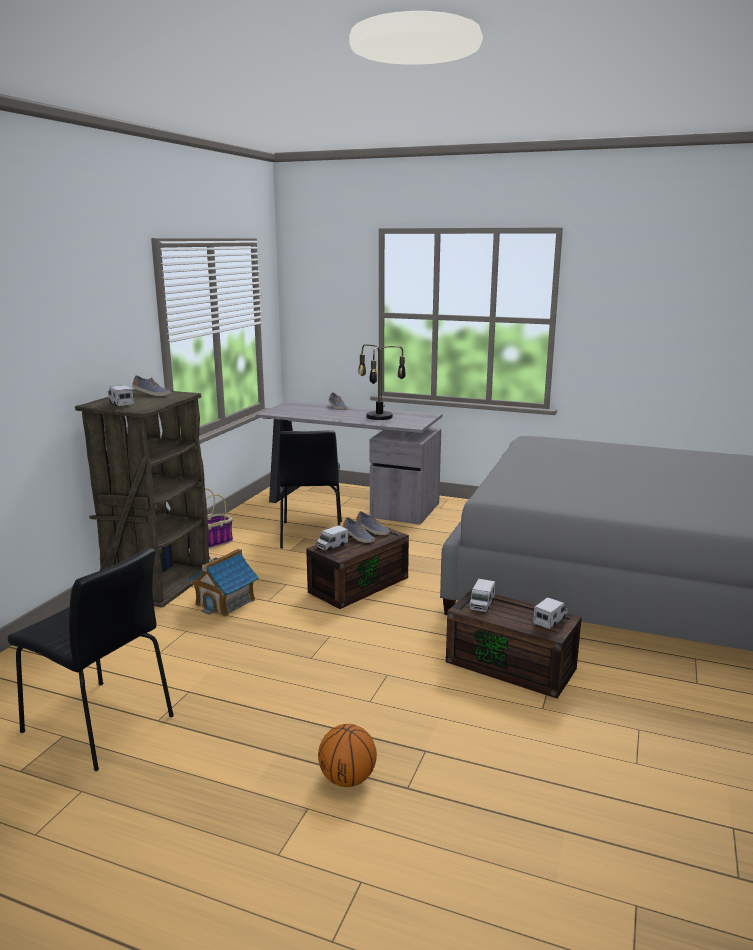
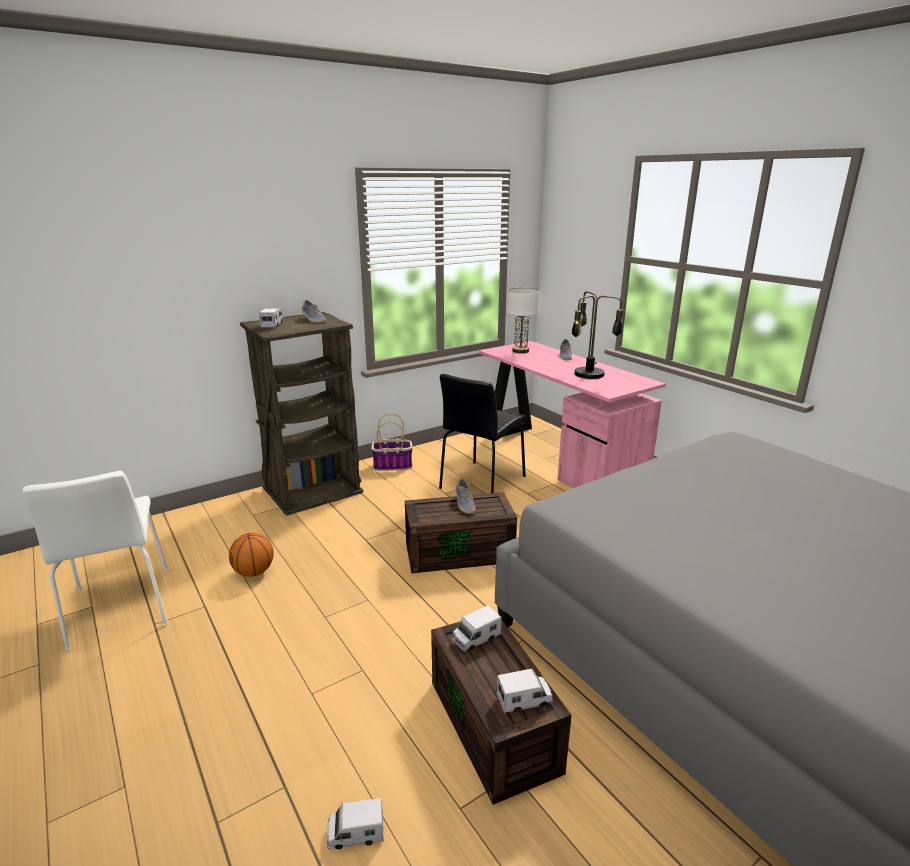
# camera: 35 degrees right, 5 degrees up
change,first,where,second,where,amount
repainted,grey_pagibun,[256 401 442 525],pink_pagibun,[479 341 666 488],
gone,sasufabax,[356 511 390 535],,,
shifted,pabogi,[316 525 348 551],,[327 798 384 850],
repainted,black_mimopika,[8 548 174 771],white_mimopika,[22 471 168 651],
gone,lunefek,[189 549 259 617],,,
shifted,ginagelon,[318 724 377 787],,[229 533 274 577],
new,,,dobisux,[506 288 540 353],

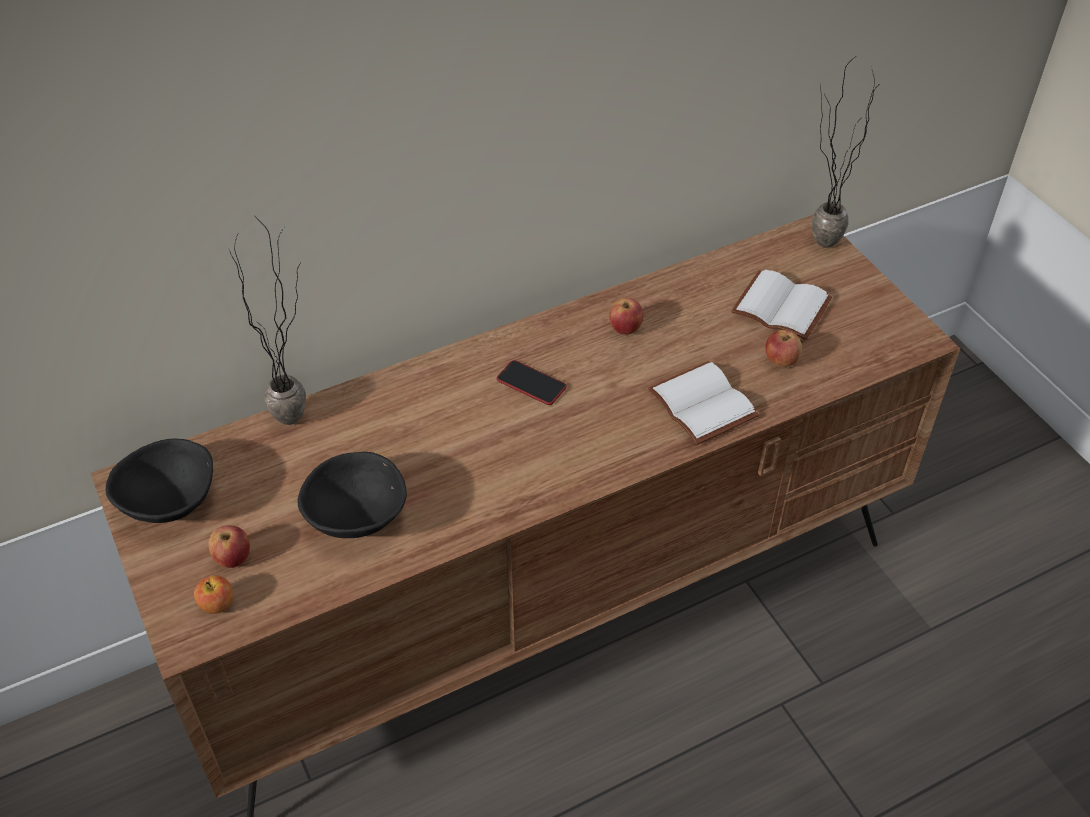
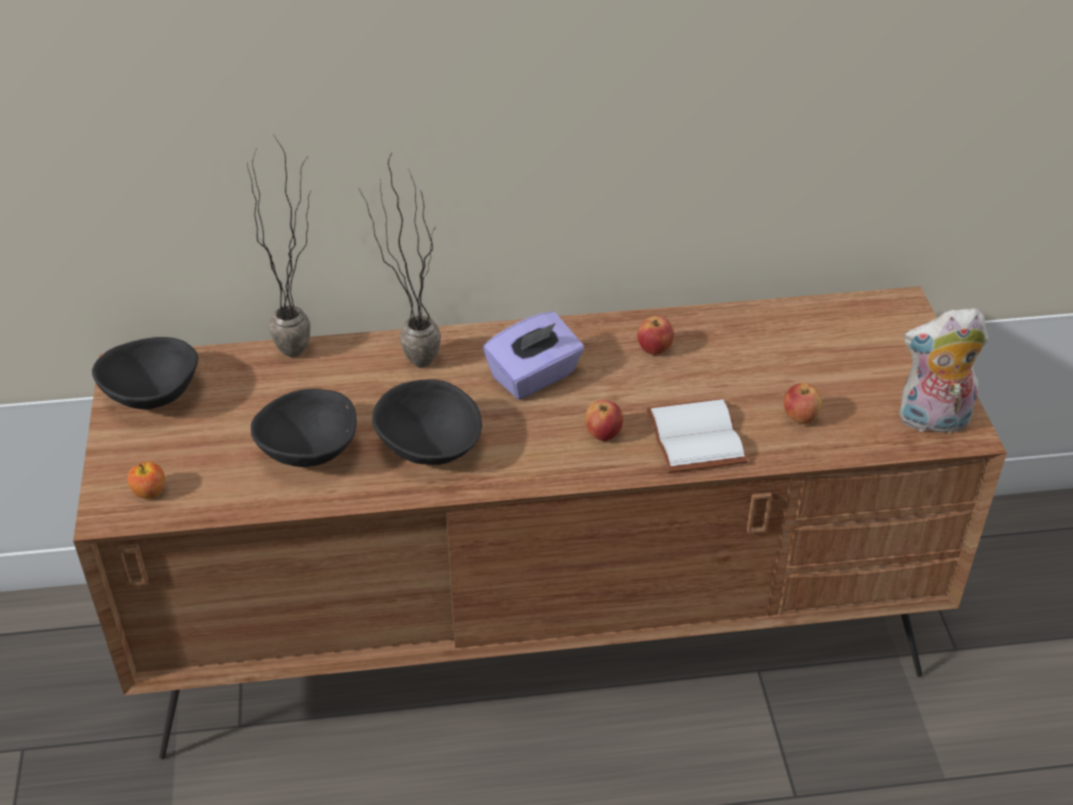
# camera: 20 degrees right, 5 degrees down
change,first,where,second,where,amount
shifted,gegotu,[812 57 880 248],,[359 153 441 367],
gone,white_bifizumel,[731 270 832 340],,,
swapped,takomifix,[497 360 567 405],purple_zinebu,[483 312 584 400],
shifted,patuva,[208 525 250 568],,[585 399 623 441],
new,,,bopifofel,[899 308 988 433],
new,,,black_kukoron,[372 380 482 465],

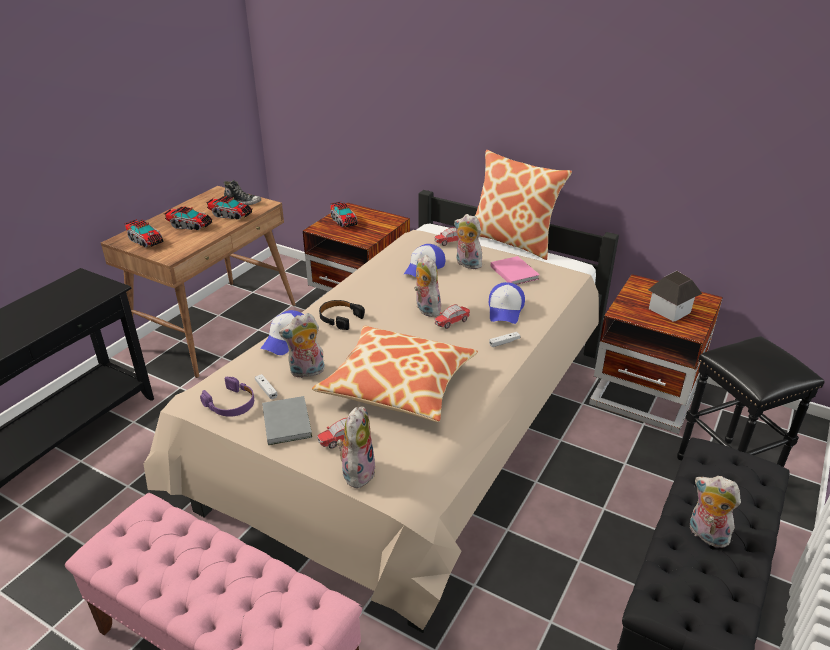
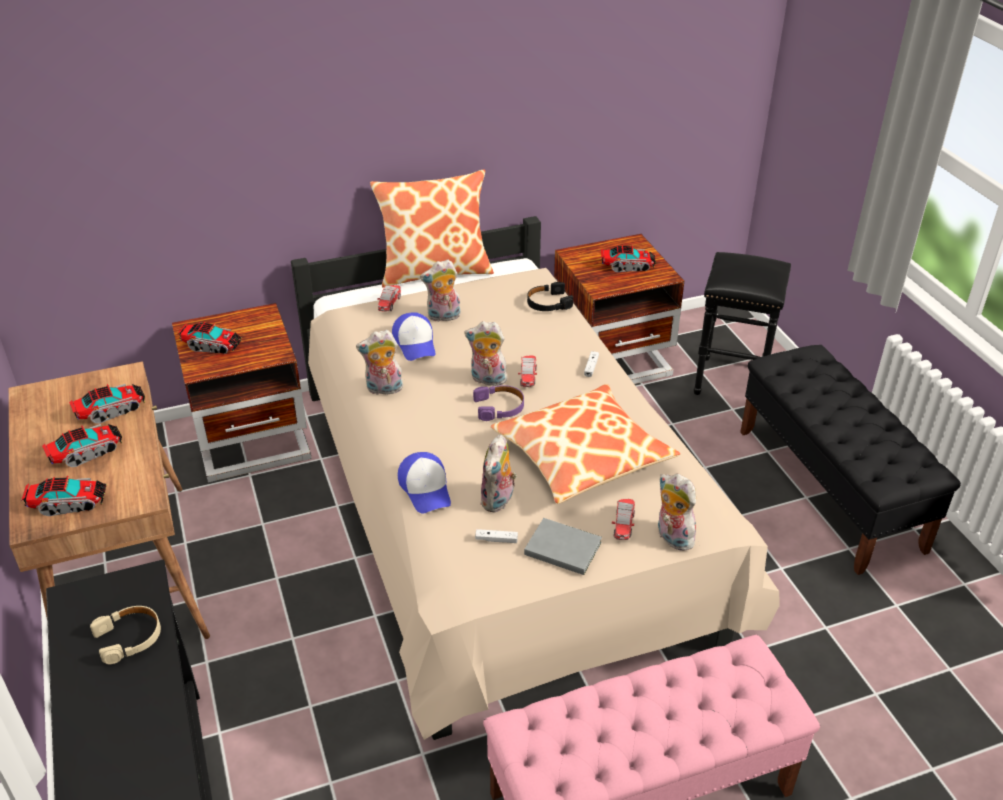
# camera: 50 degrees left, 5 degrees up
change,first,where,second,where,amount
gone,sasufabax,[223 180 261 205],,,
gone,pink_bifizumel,[491 256 540 285],,,
swapped,lunefek,[648 271 702 322],pabogi,[601 245 656 272],
gone,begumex,[489 282 525 324],,,
shifted,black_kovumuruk,[319 300 365 330],,[527 282 573 311],
shifted,purple_kovumuruk,[200 377 254 417],,[473 385 524 421],
shifted,bopifofel,[690 476 741 548],,[356 330 403 395],
new,,,beige_kovumuruk,[90 606 161 664],

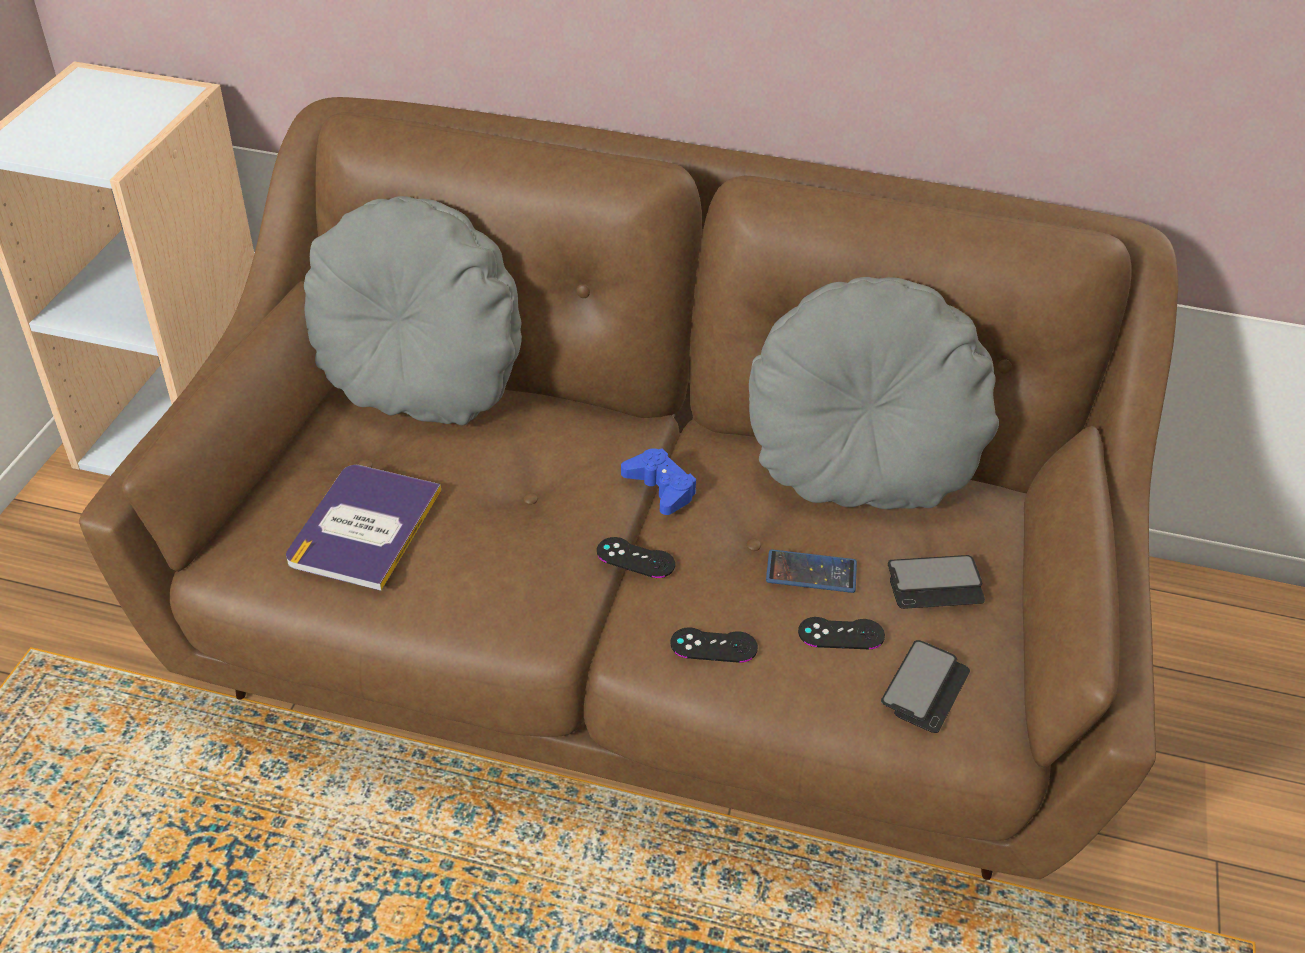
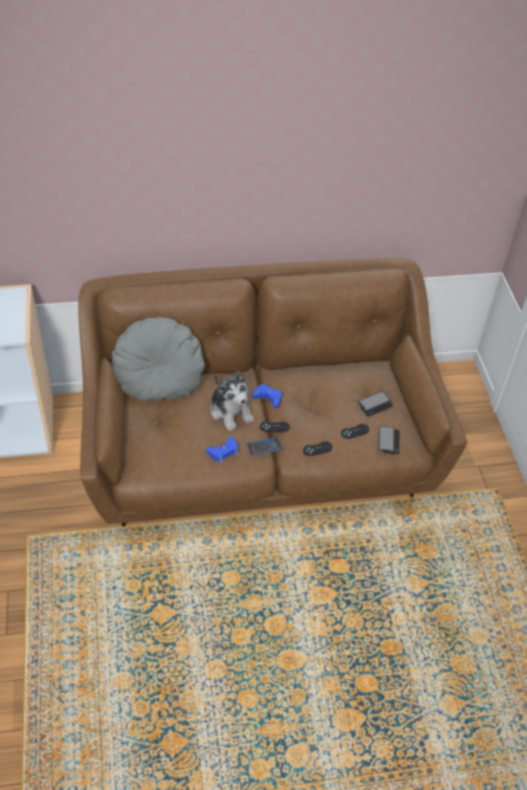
# camera: 25 degrees left, 5 degrees up
change,first,where,second,where,amount
gone,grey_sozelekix,[749 277 999 509],,,
gone,bifizumel,[286 465 441 591],,,
shifted,takomifix,[766 549 857 593],,[247 437 282 456],
new,,,bopifofel,[210 371 254 431],
new,,,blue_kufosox,[207 436 238 463],

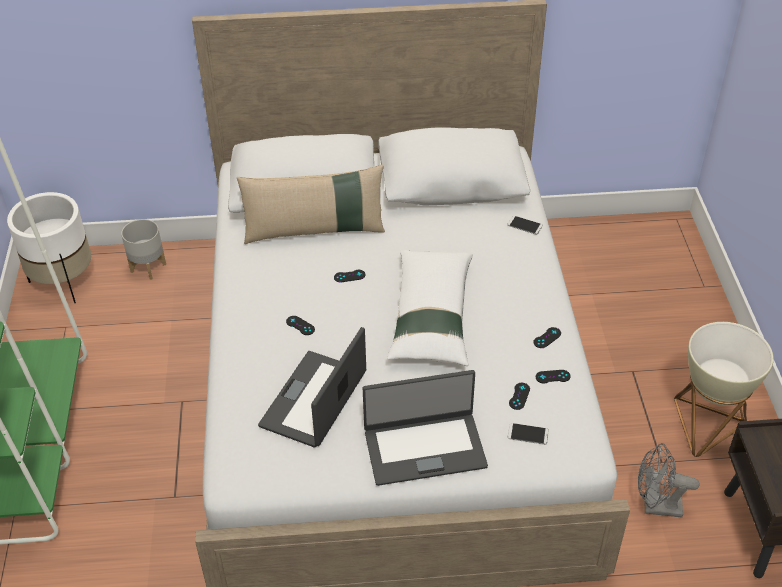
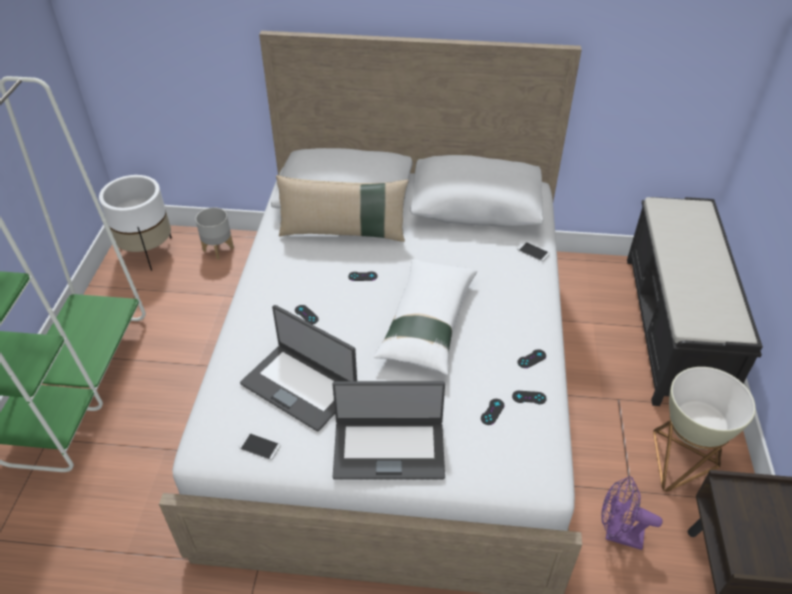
# camera: 10 degrees right, 0 degrees up
change,first,where,second,where,amount
rotated,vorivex,[258 327 366 448],,[240 305 357 432],90 degrees counterclockwise
shifted,takomifix,[508 423 549 445],,[239 433 281 460],
repainted,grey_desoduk,[638 443 700 518],purple_desoduk,[602 476 663 550],
new,,,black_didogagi,[627 197 763 406],

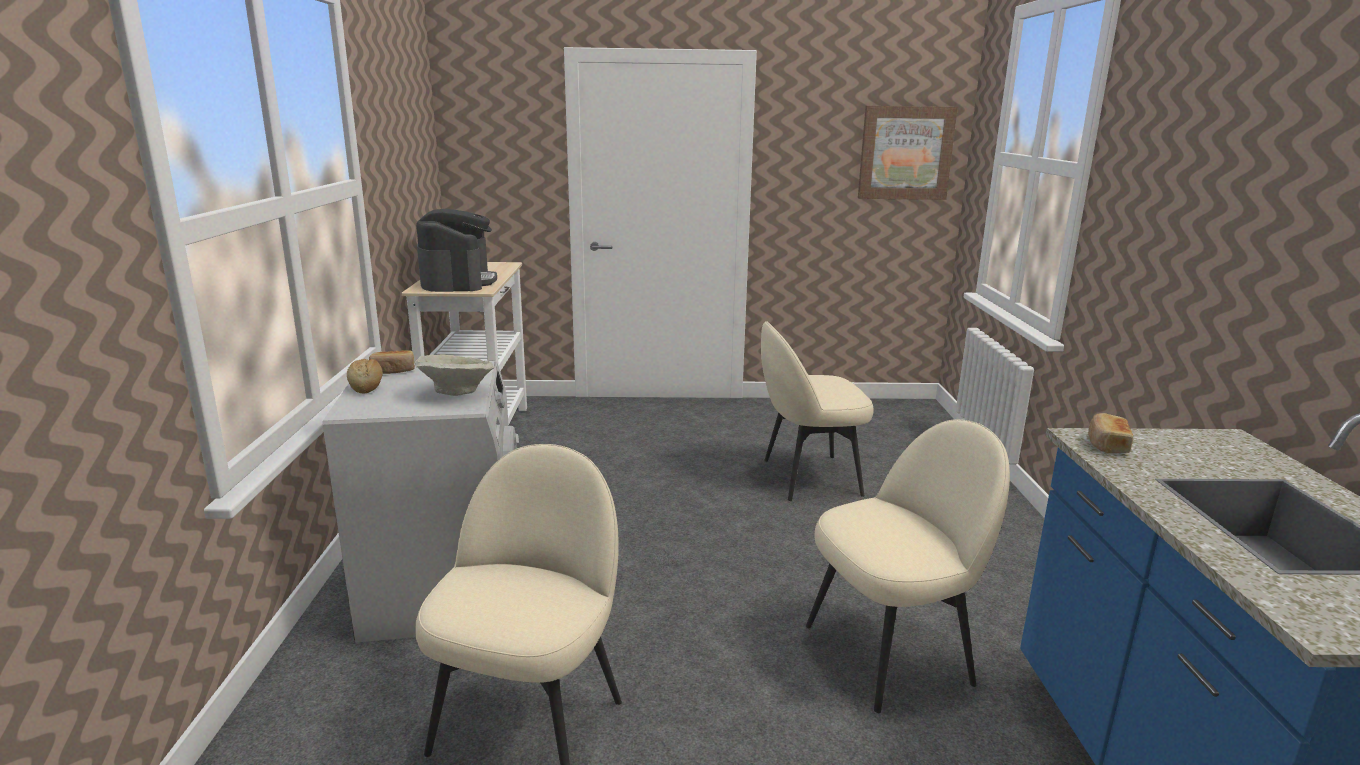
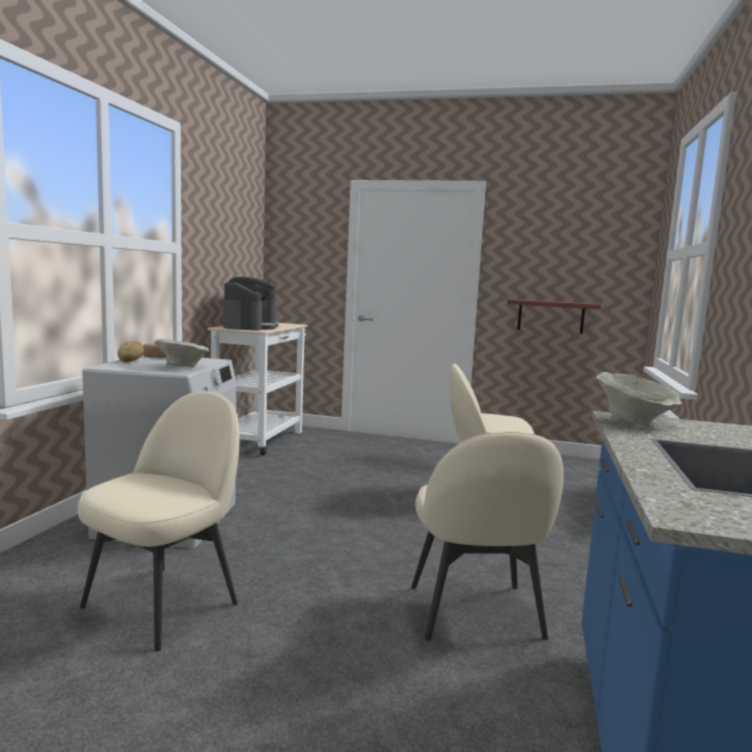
# camera: 15 degrees right, 10 degrees down
change,first,where,second,where,amount
gone,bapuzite,[858 106 958 200],,,
swapped,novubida,[1088 413 1133 453],beige_kukoron,[596 372 682 425],
rotated,beige_mimopika,[806 419 1010 713],,[411 432 564 641],90 degrees clockwise
new,,,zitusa,[507 299 601 334],

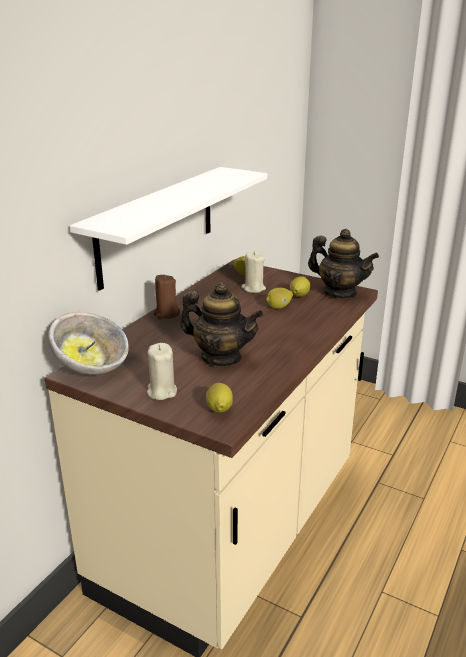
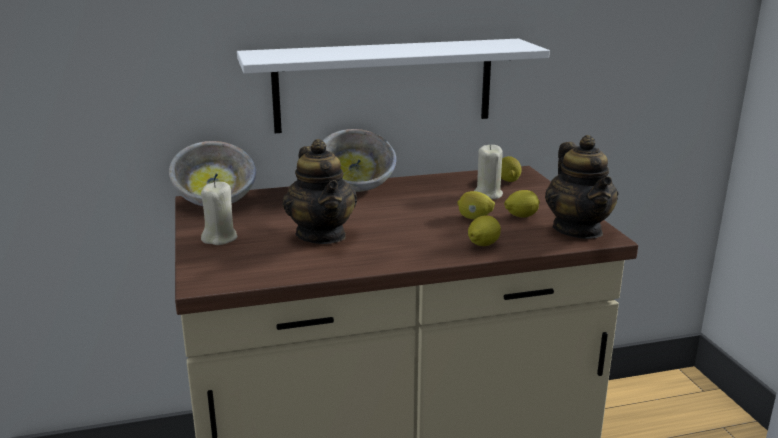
# camera: 45 degrees right, 5 degrees down
change,first,where,second,where,amount
swapped,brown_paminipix,[153 274 180 319],kukoron,[322 129 396 192],
shifted,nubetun,[206 383 233 413],,[468 215 501 246],

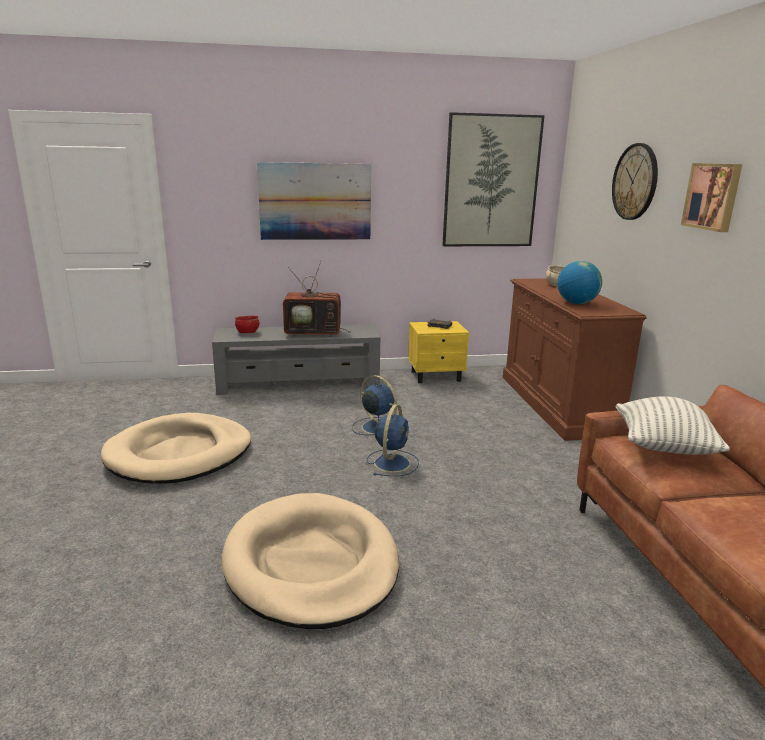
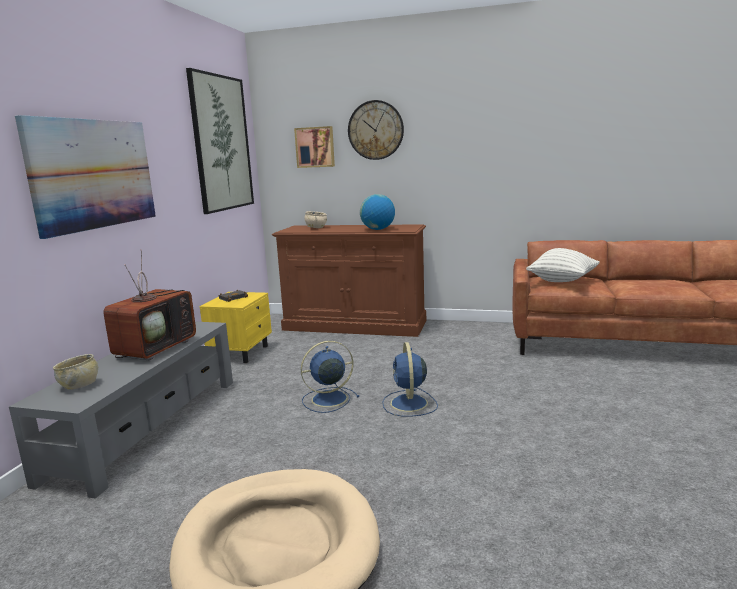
# camera: 65 degrees left, 5 degrees down
change,first,where,second,where,amount
shifted,bapuzite,[681 163 742 232],,[294 126 335 168],
repainted,red_kukoron,[235 316 260 333],beige_kukoron,[53 354 98 390],
rotated,blue_desoduk,[367 404 419 476],,[383 342 438 417],135 degrees counterclockwise
gone,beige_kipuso,[222 493 399 629],,,

